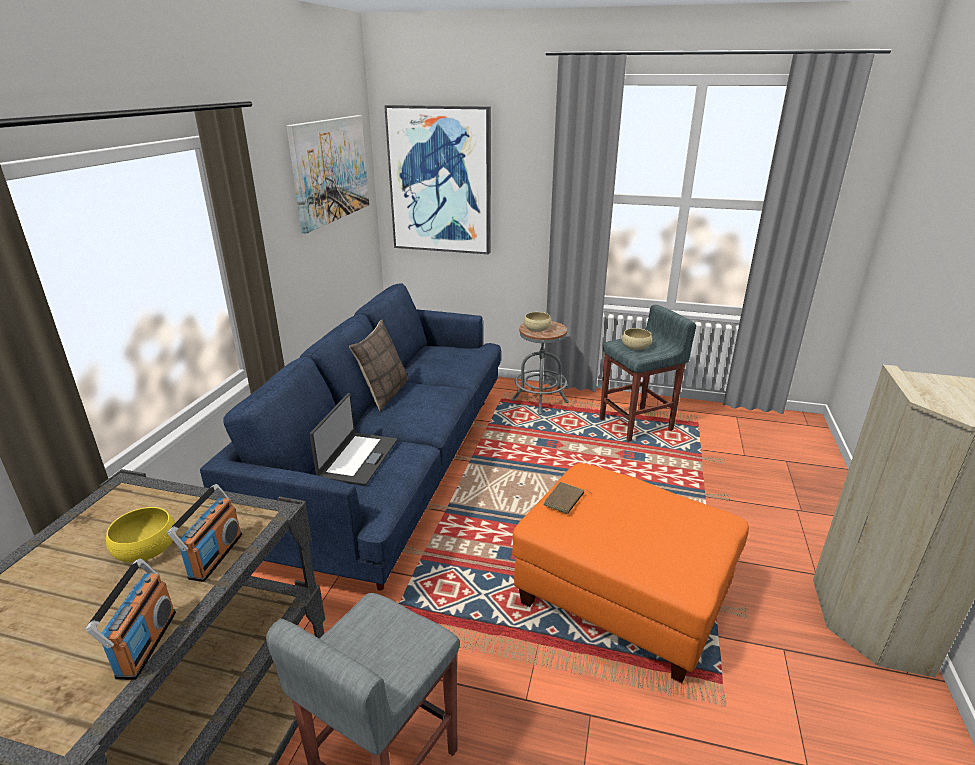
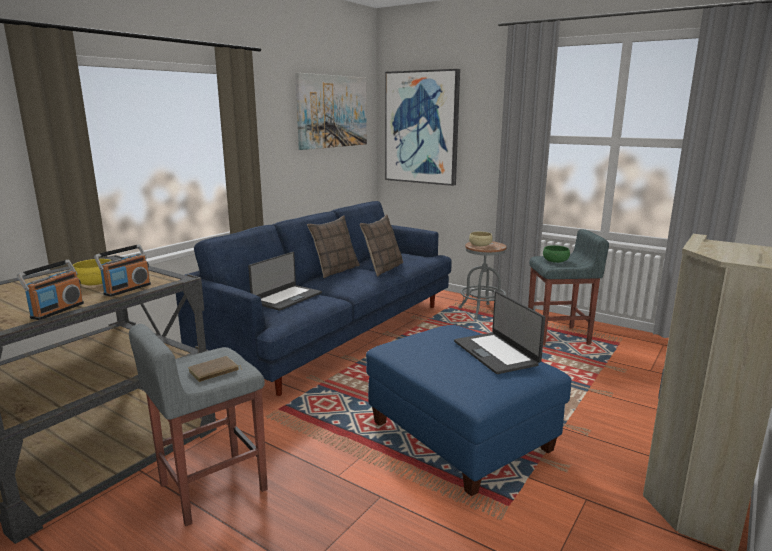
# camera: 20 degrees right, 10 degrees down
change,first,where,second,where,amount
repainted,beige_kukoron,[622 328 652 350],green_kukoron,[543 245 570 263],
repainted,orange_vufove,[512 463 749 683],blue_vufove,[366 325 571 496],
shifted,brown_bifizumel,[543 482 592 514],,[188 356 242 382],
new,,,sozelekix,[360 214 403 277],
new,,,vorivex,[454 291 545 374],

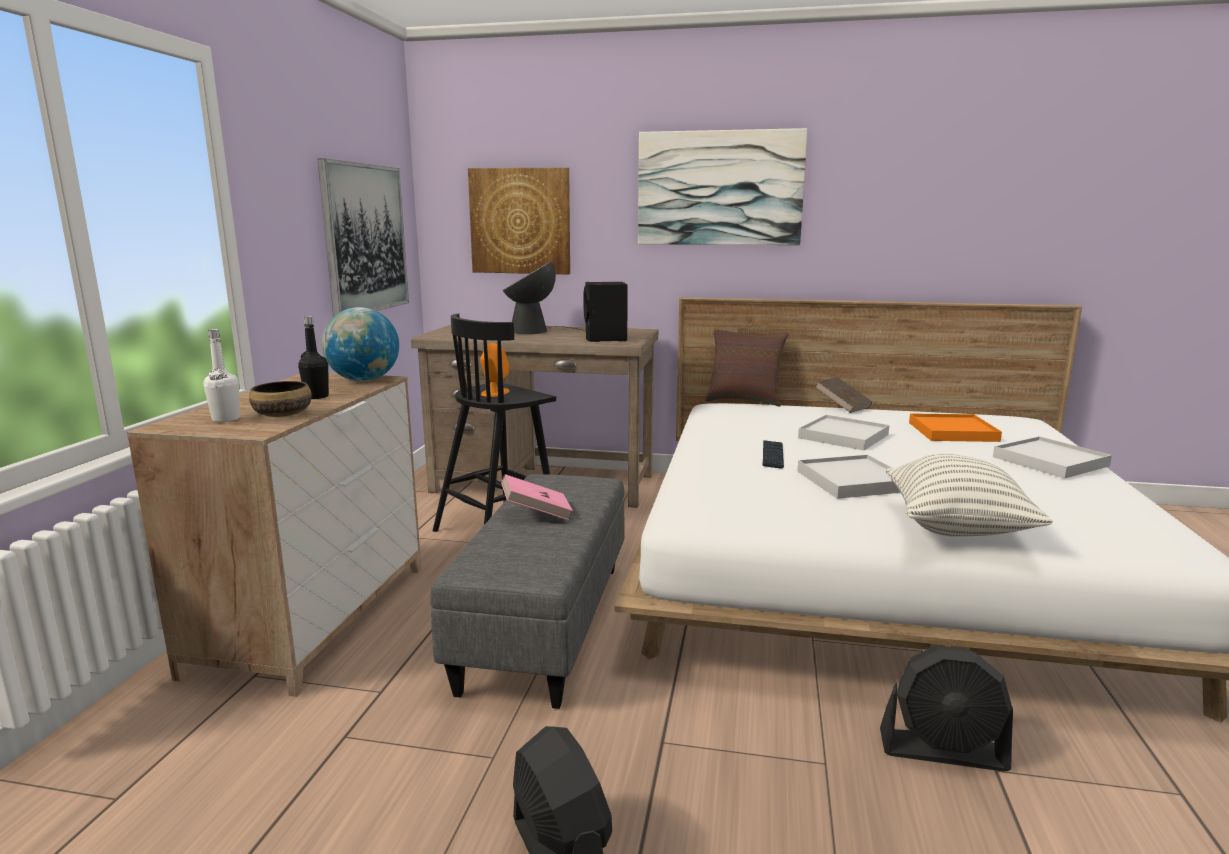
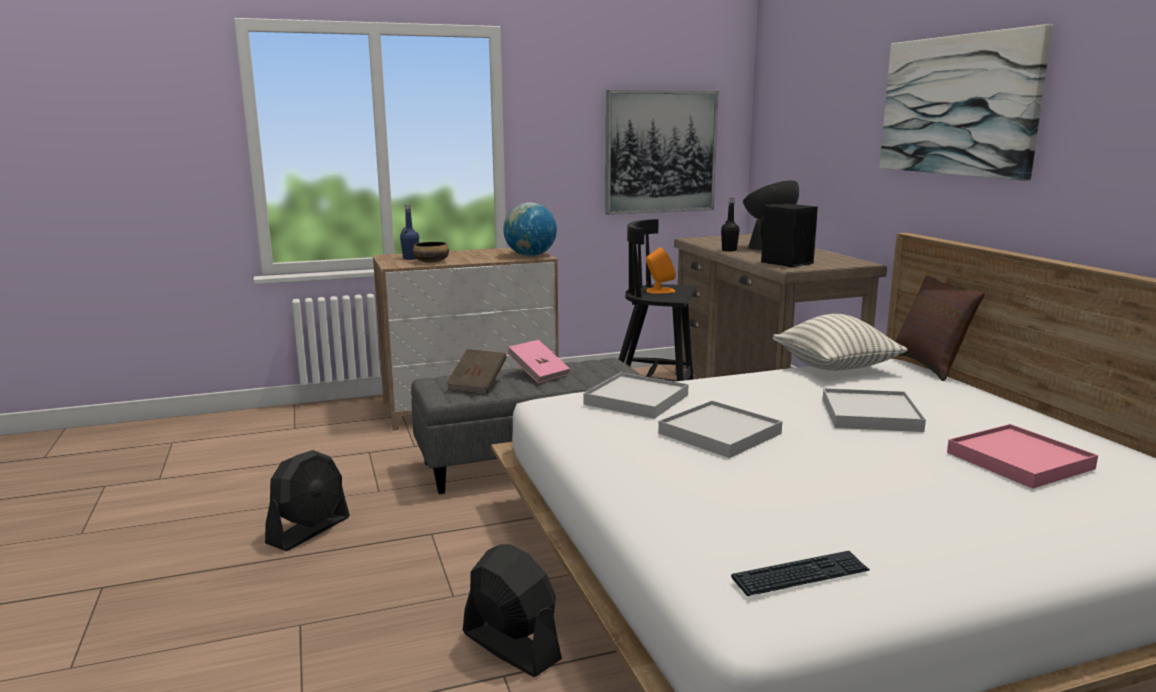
# camera: 60 degrees right, 0 degrees up
change,first,where,second,where,amount
gone,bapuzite,[468 168 570 275],,,
shifted,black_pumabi,[298 316 329 399],,[721 198 739 252],
repainted,white_pumabi,[203 329 240 422],blue_pumabi,[400 204 419 260],
shifted,brown_bifizumel,[815 377 872 413],,[446 349 506 394],
repainted,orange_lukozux,[909 413 1002 442],pink_lukozux,[947 424 1098 489],
shifted,white_lukozux,[993 436 1112 478],,[584 373 688 419],
shifted,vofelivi,[763 440 784 469],,[731 551 870 596],
shifted,sozelekix,[886 454 1053 537],,[773 314 908 371],
rotated,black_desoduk,[880 645 1013 772],,[463 544 562 677],150 degrees clockwise

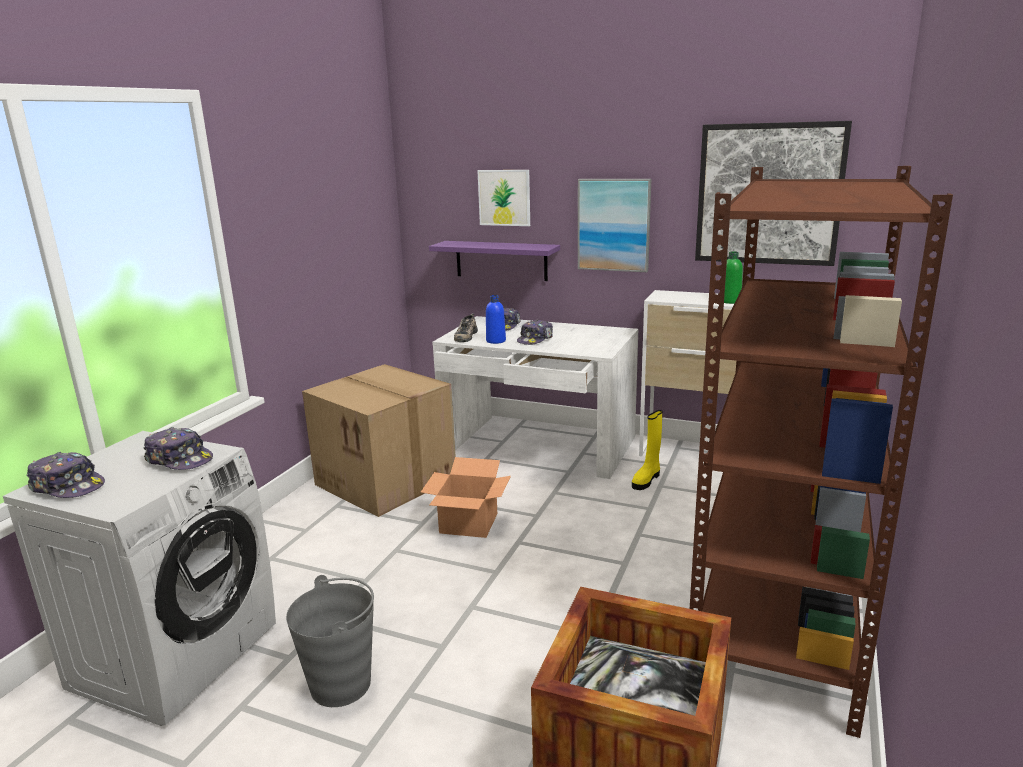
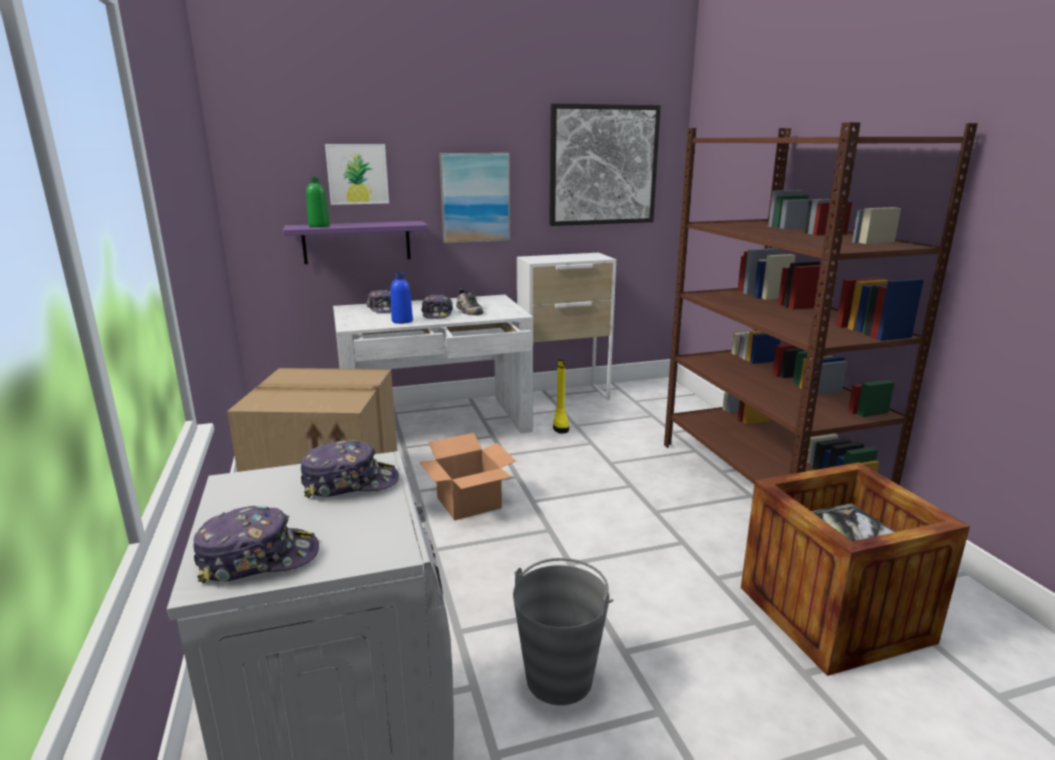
# camera: 40 degrees left, 0 degrees up
change,first,where,second,where,amount
shifted,green_pumabi,[724 251 743 304],,[306 177 330 227],
shifted,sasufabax,[454 313 478 342],,[456 289 483 315],

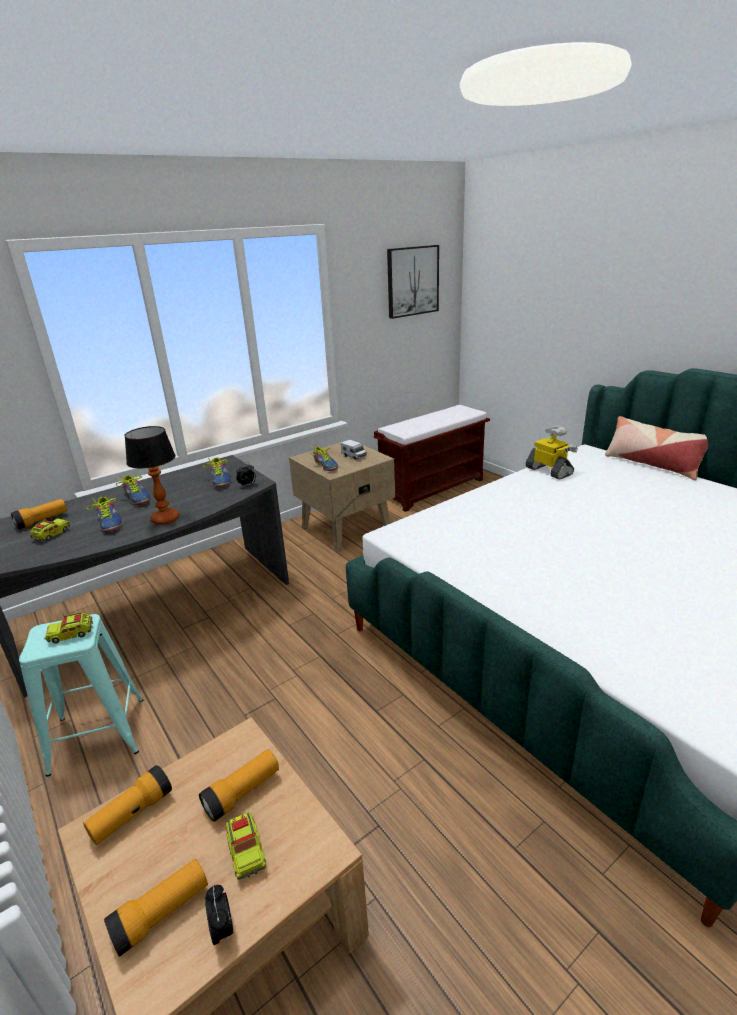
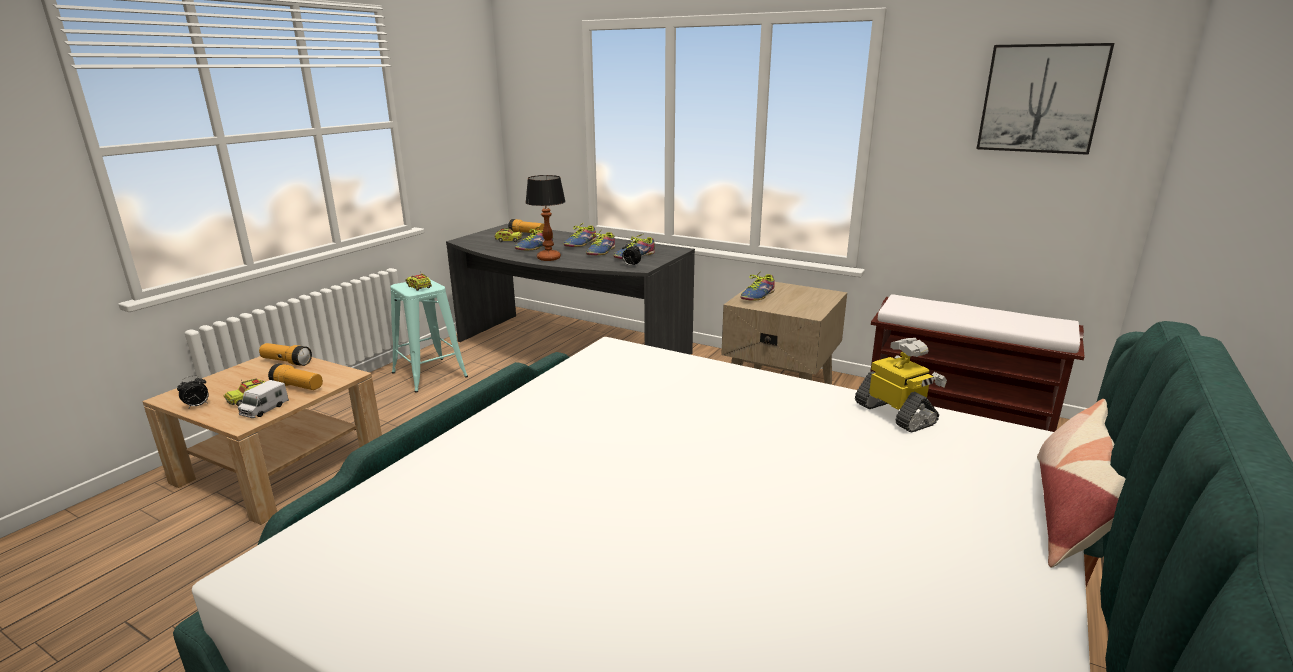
# camera: 65 degrees right, 5 degrees down
change,first,where,second,where,amount
rotated,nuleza,[526 425 578 479],,[855 338 947 432],60 degrees counterclockwise
shifted,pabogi,[341 440 367 460],,[238 380 289 418],
gone,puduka,[104 859 208 957],,,
new,,,sasufabax,[586 232 615 255],

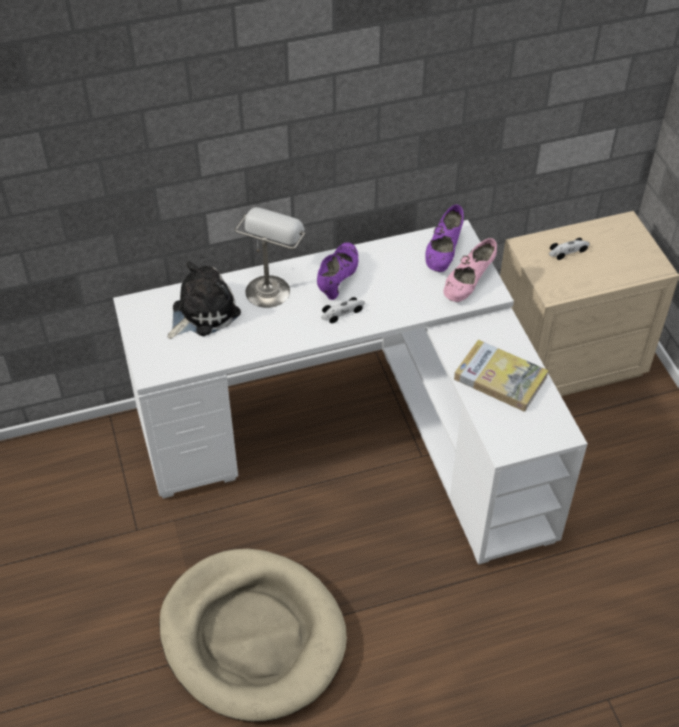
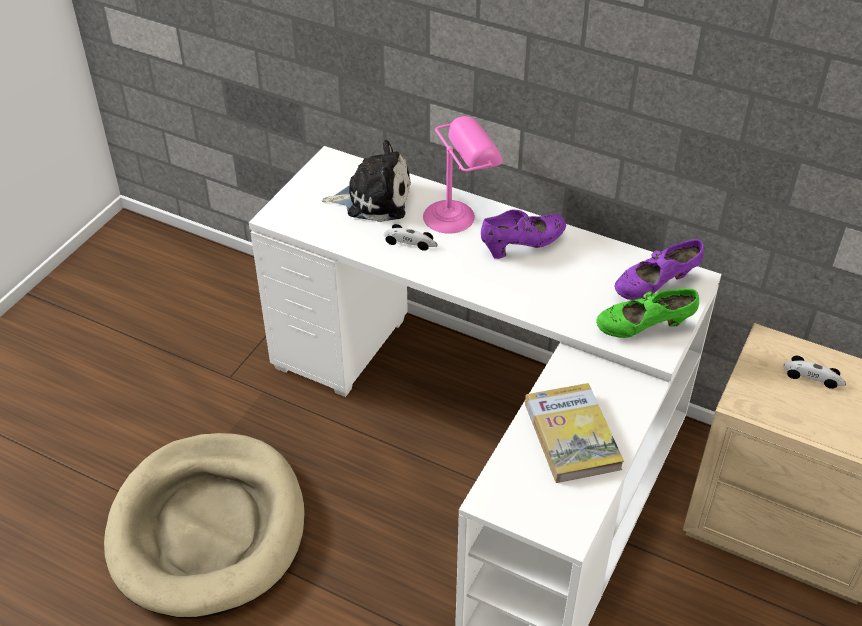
# camera: 45 degrees right, 5 degrees down
change,first,where,second,where,amount
repainted,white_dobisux,[235 207 306 308],pink_dobisux,[423 116 503 234],
repainted,pink_sasufabax,[443 238 497 302],green_sasufabax,[596 288 699 338],
shifted,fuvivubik,[321 297 365 323],,[384 224 438 251],

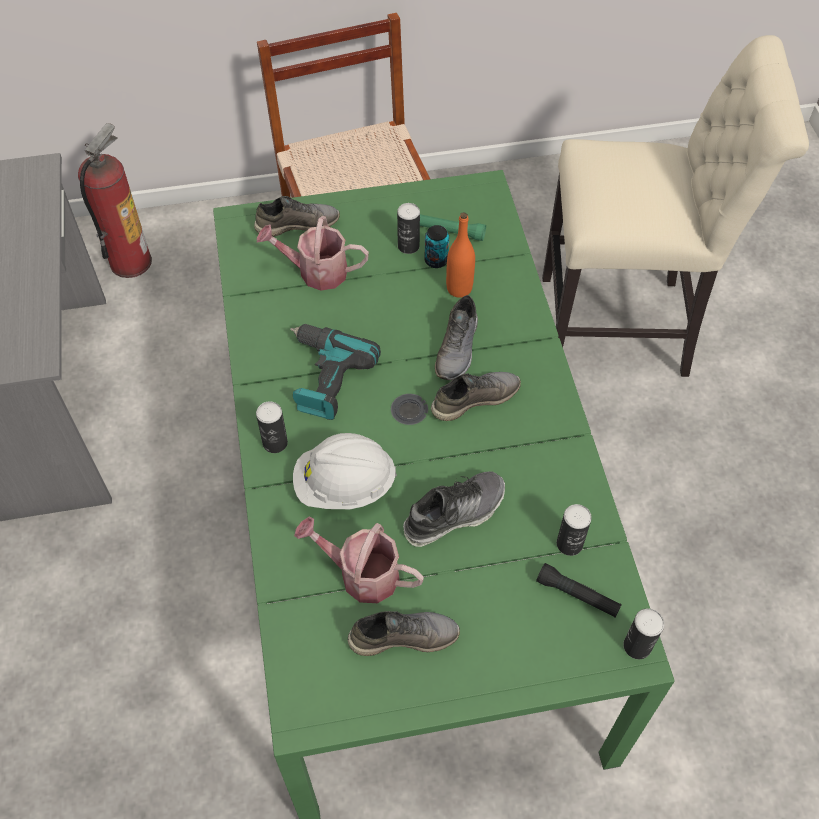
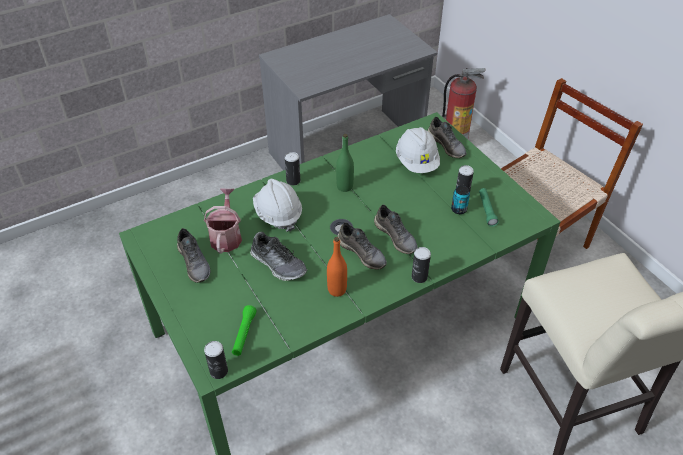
# camera: 70 degrees right, 10 degrees down
change,first,where,second,where,amount
shifted,orange_pumabi,[446 212 475 298],,[327 237 347 297],
swapped,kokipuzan,[256 216 369 291],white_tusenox,[396 127 440 173],
rotated,grey_sasufabax,[435 295 478 380],,[374 205 418 254],120 degrees counterclockwise
swapped,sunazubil,[290 324 381 420],green_pumabi,[336 134 354 192],
shifted,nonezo,[557 504 592 556],,[412 247 431 283],
repainted,black_puduka,[536 563 622 618],green_puduka,[232 305 257 356],

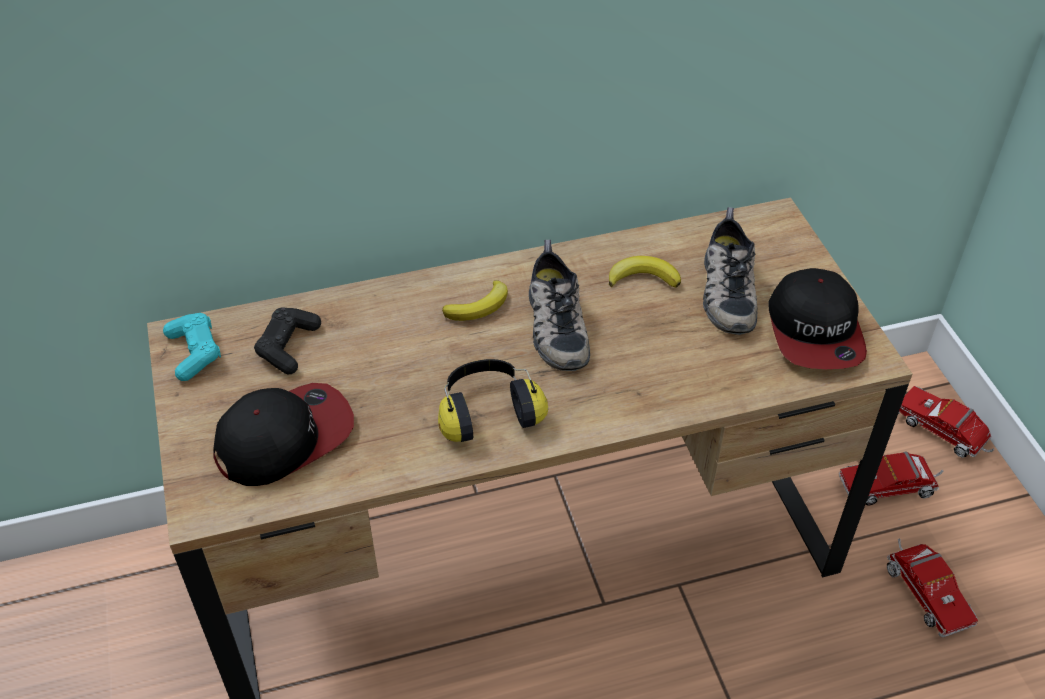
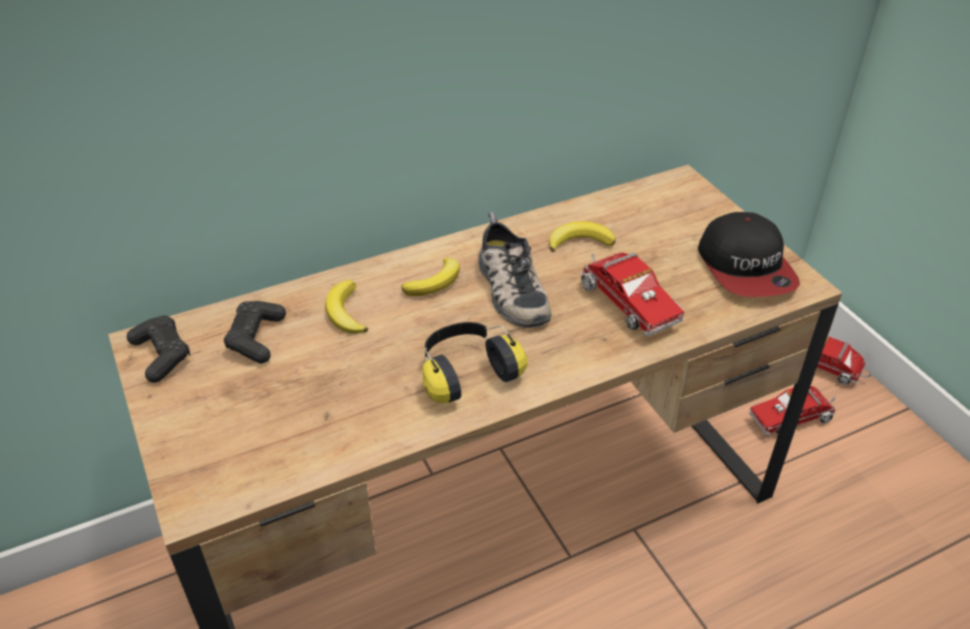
# camera: 10 degrees left, 5 degrees down
change,first,where,second,where,amount
gone,sasufabax,[703 207 758 335],,,
repainted,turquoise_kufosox,[163 313 221 381],black_kufosox,[127 316 191 383],
gone,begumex,[213 383 354 486],,,
shifted,pabogi,[887 538 978 637],,[581 253 684 336],
new,,,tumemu,[325 280 368 333],

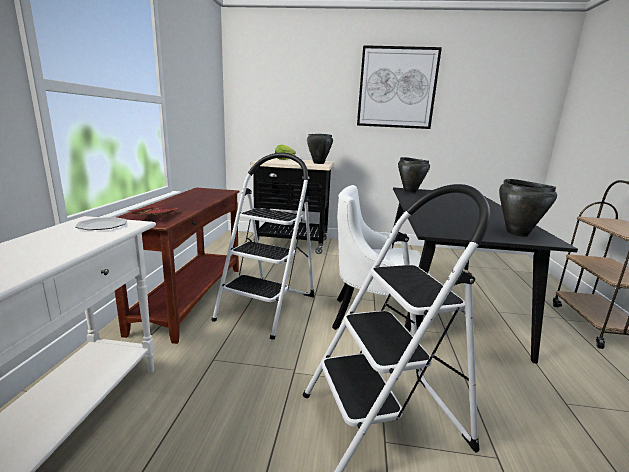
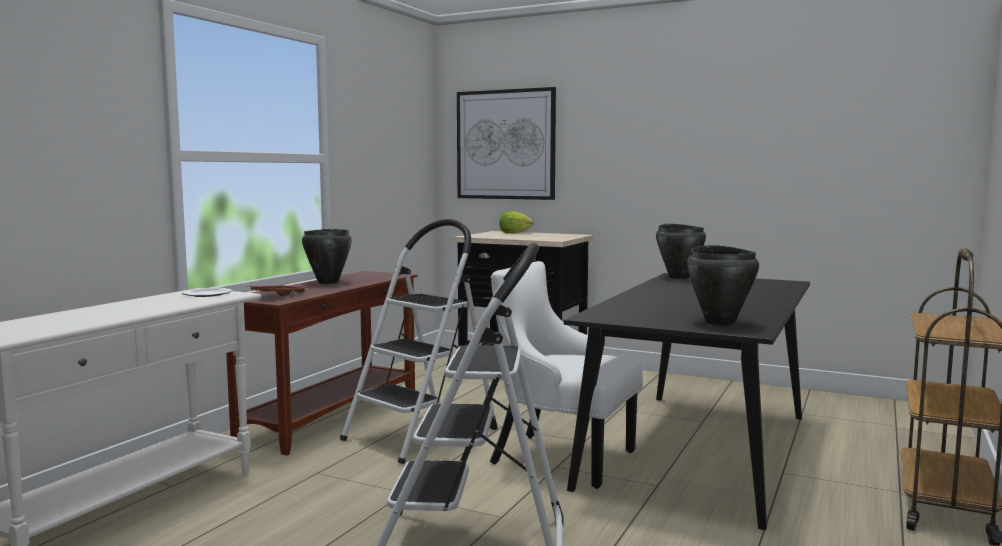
# camera: 20 degrees right, 10 degrees down
change,first,where,second,where,amount
shifted,bapuzite,[357 45 442 129],,[457 87 556 200],
shifted,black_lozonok,[307 134 333 164],,[302 229 352 284],

